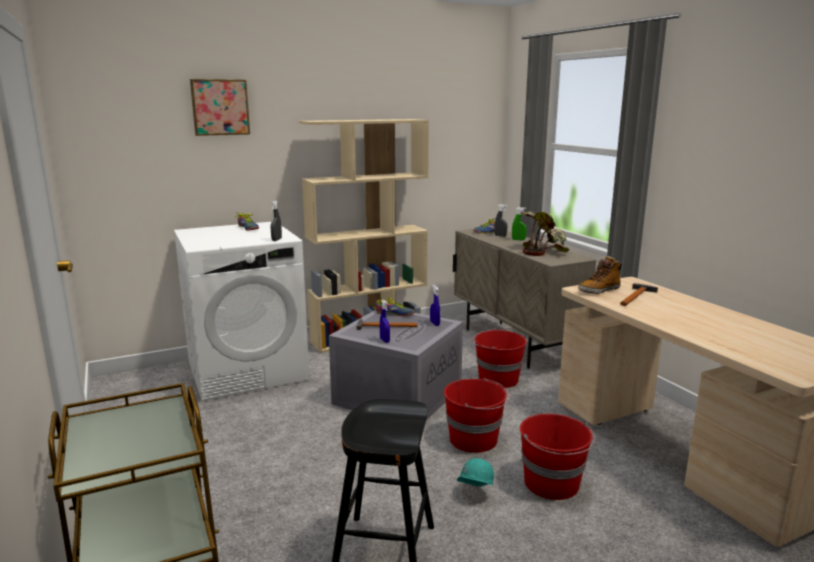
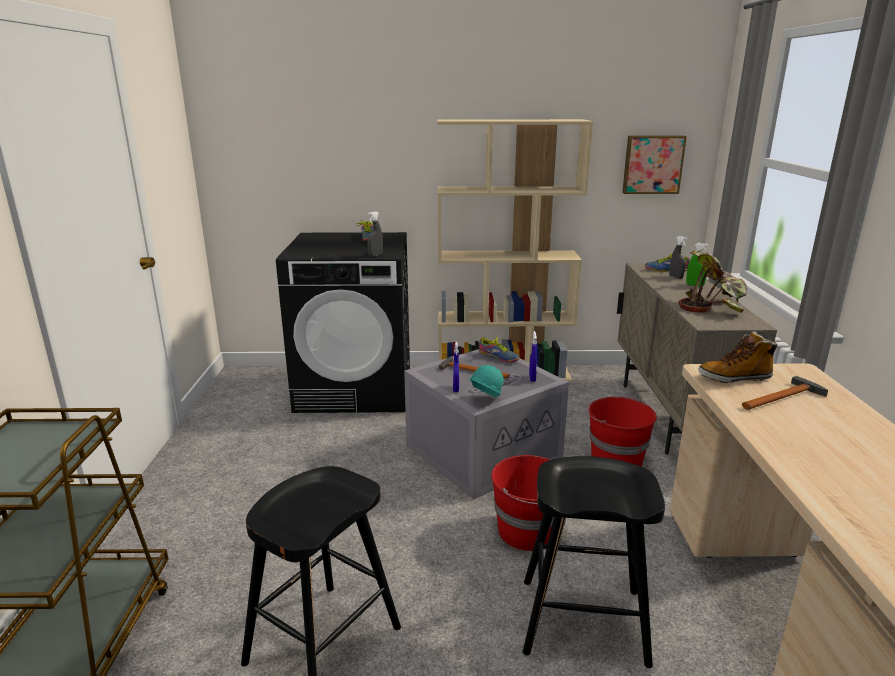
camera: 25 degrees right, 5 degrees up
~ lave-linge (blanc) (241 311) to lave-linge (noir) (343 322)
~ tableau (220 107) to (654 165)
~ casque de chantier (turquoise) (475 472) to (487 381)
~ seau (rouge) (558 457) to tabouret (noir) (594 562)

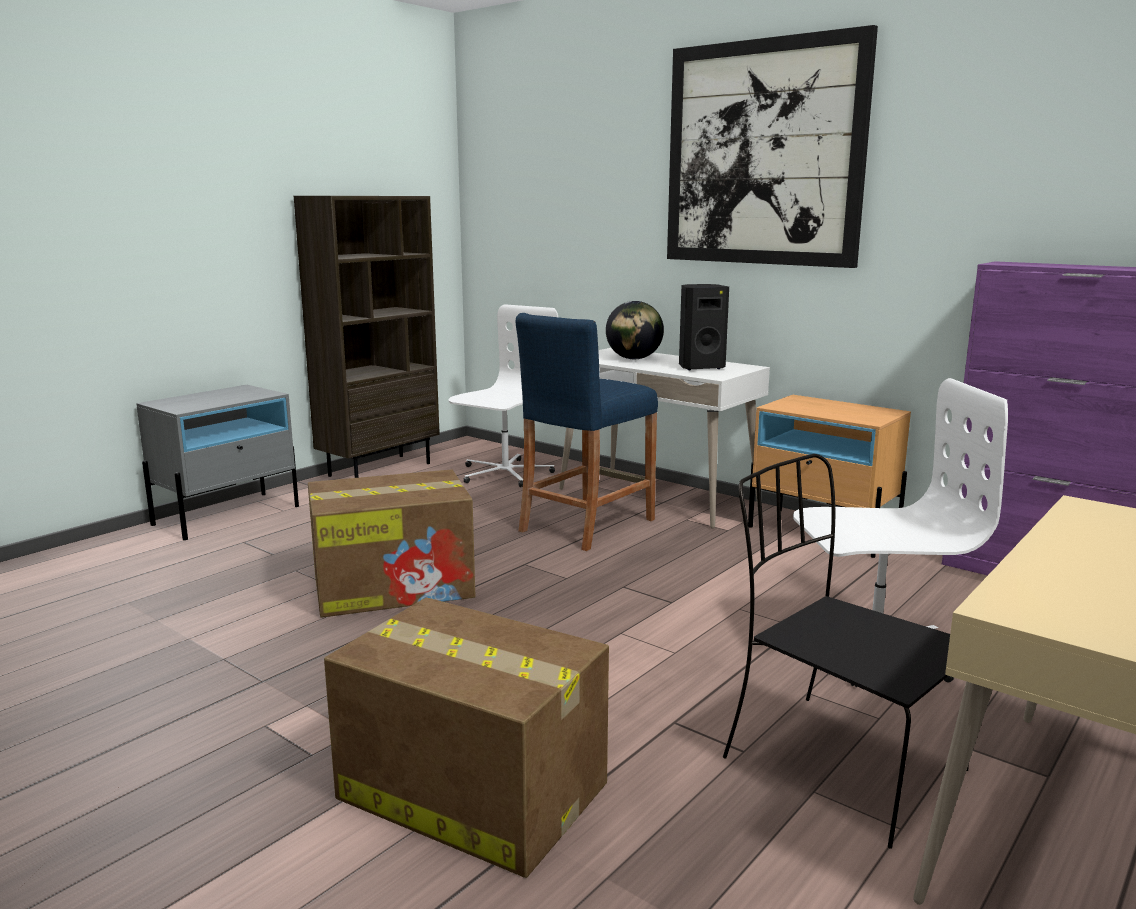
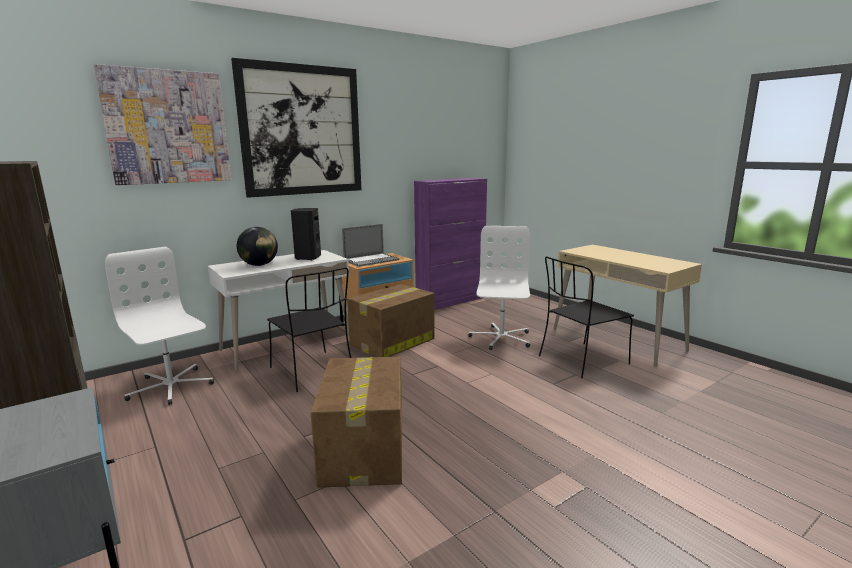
camera: 75 degrees left, 0 degrees up
~ carton (466 738) to (391 320)
~ tabouret (bleu) (587 432) to chaise (noir) (309 329)
+ tableau (162 124)
+ ordinateur portable (370 245)

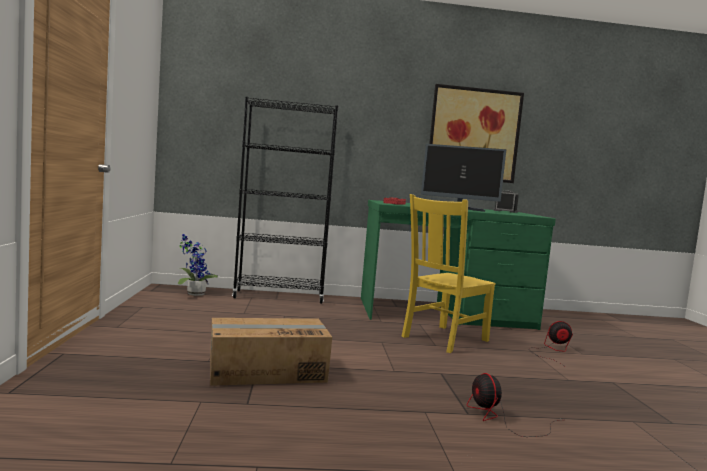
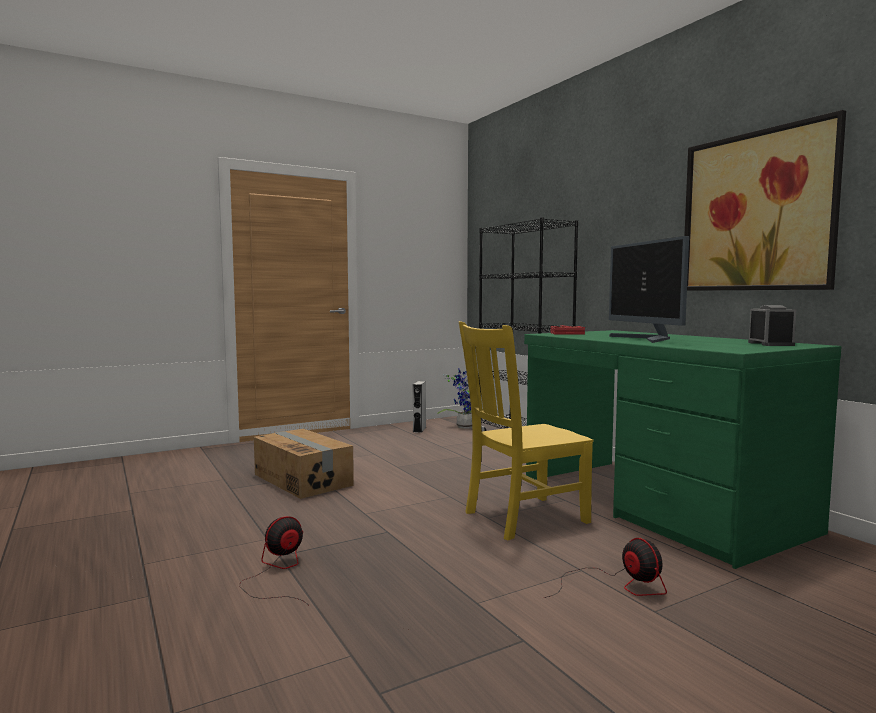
camera: 65 degrees right, 0 degrees up
~ chaise (jaune) (448 273) = (526 430) 45 degrees counterclockwise
+ enceinte (gris) (419 407)

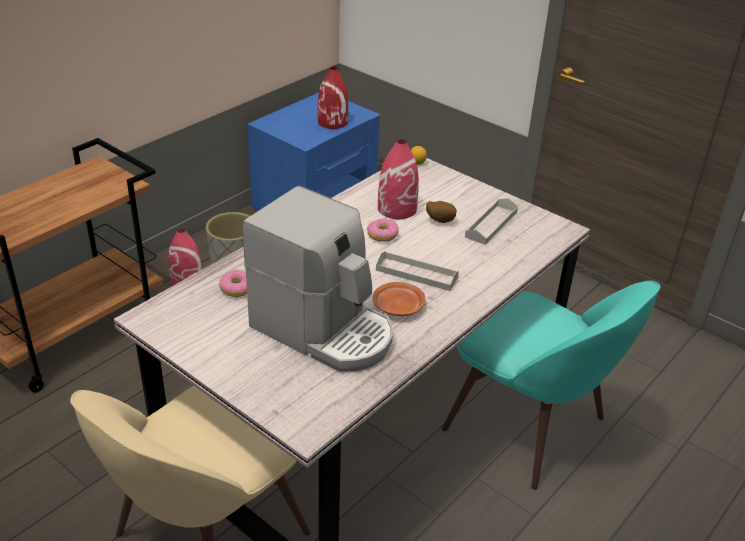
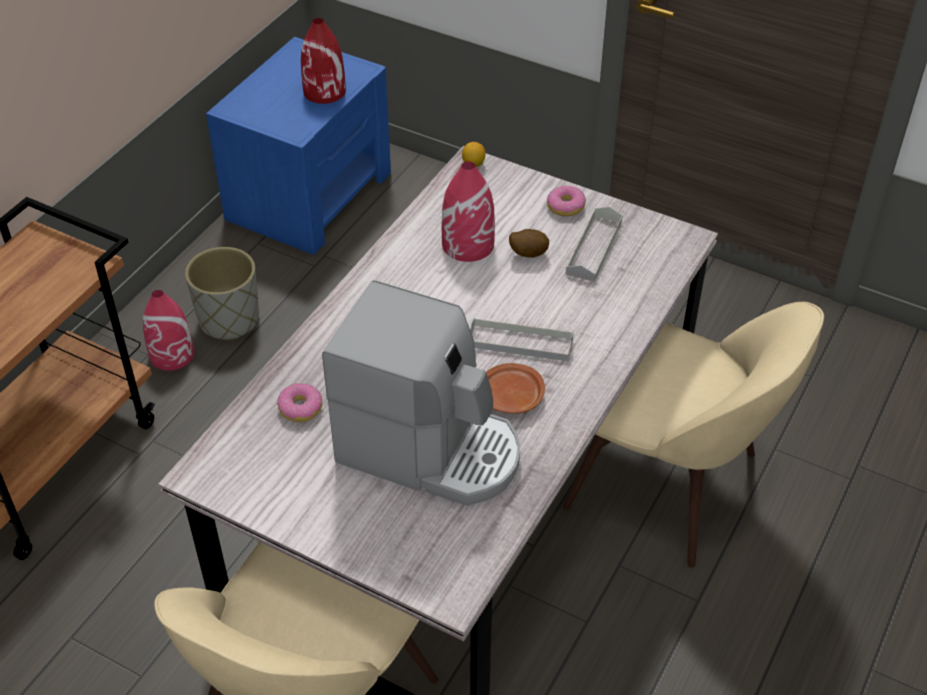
camera: 10 degrees left, 10 degrees up
~ beignet (383 230) to (566 200)
~ chaise (turquoise) (551 385) to chaise (beige) (693 434)

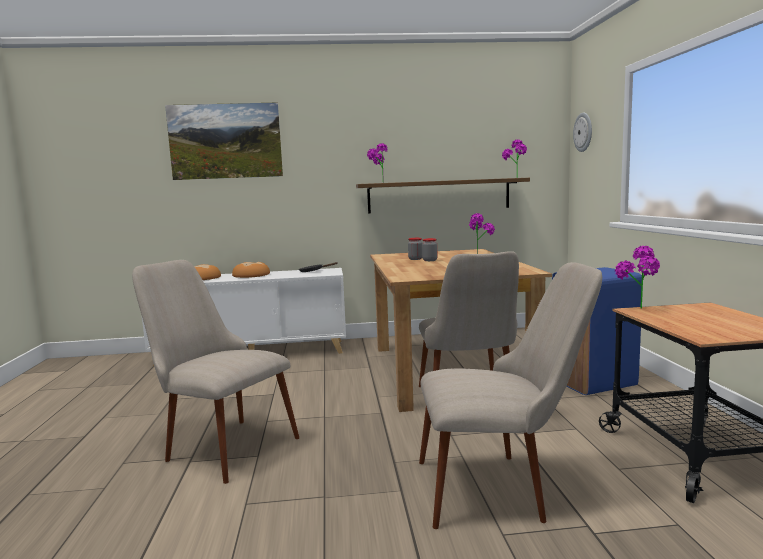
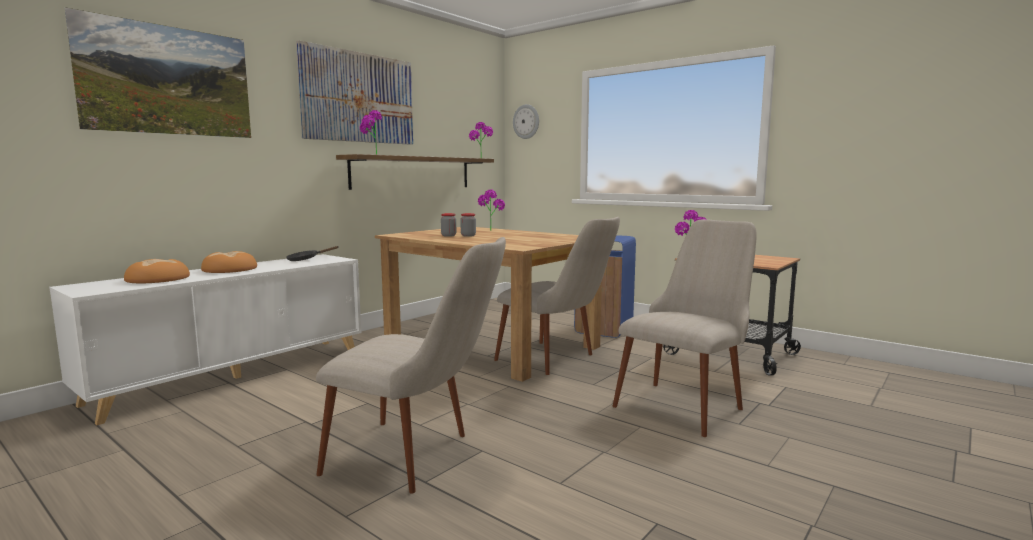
camera: 45 degrees left, 0 degrees up
~ chaise (beige) (215 372) = (411 365) 150 degrees counterclockwise
+ tableau (354 92)

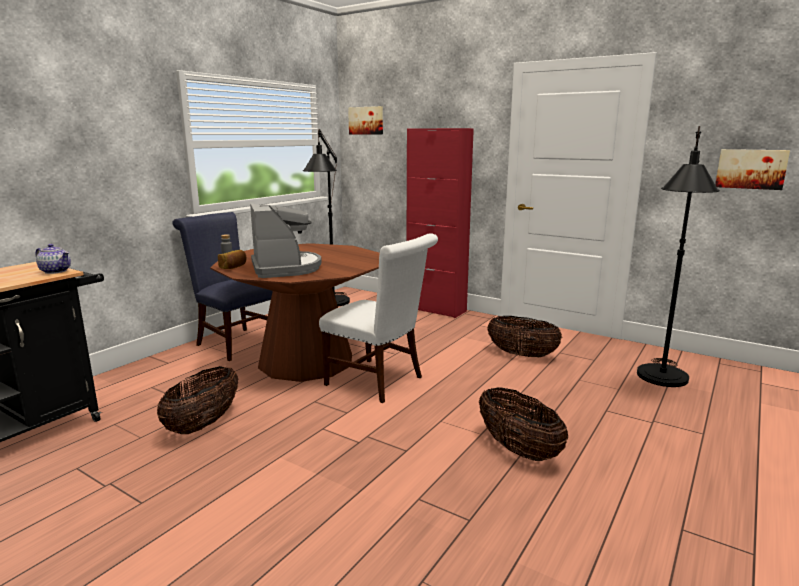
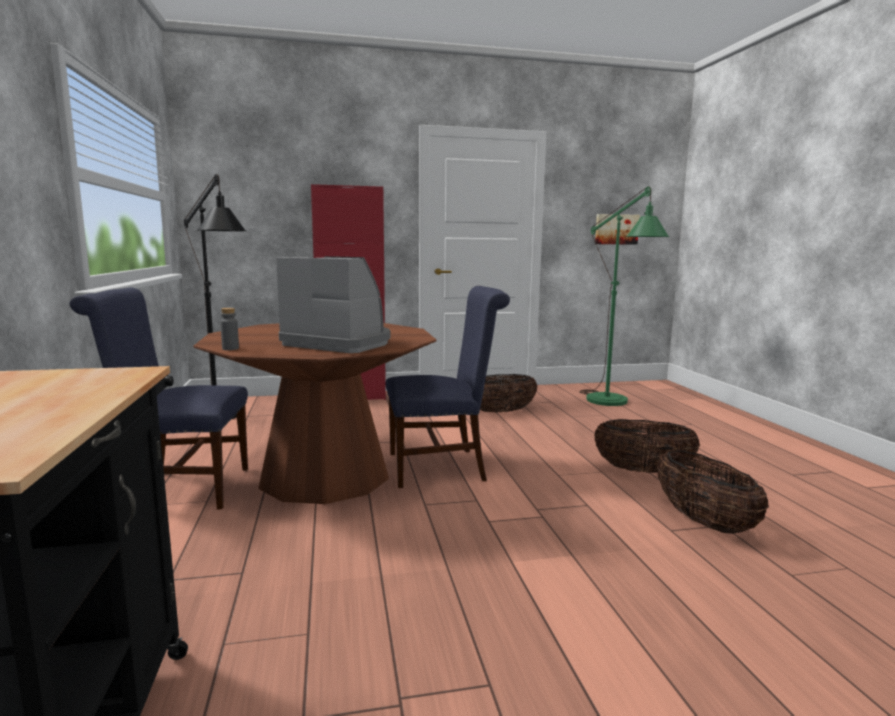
camera: 45 degrees left, 5 degrees down
- théière (53 259)
~ panier (198 400) to (712 492)
- pain (232 259)
~ chaise (blanc) (378 318) to chaise (bleu) (448 387)
- tableau (365 120)
~ lampadaire (noir) (678 256) to lampadaire (vert) (625 296)

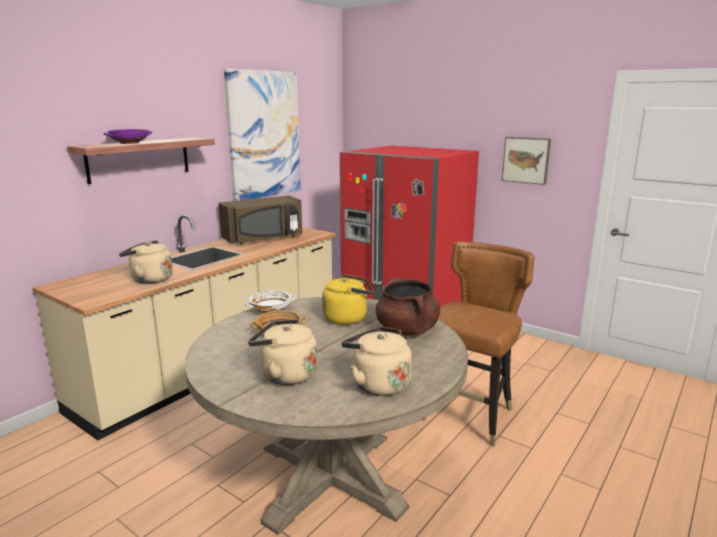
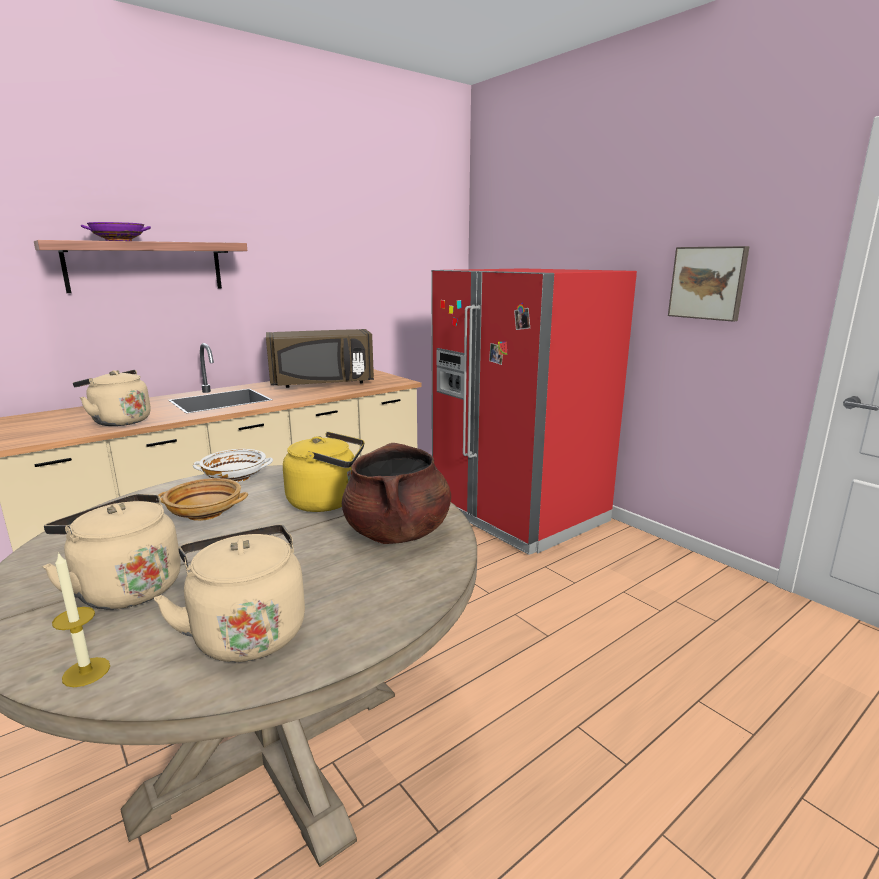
camera: 15 degrees right, 0 degrees up
- tableau (262 135)
- chaise (marron) (478 344)
+ bougie (81 619)

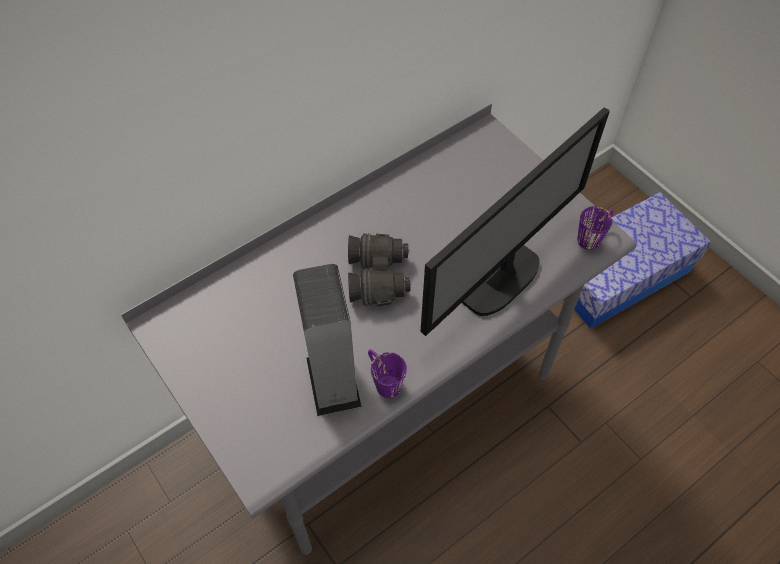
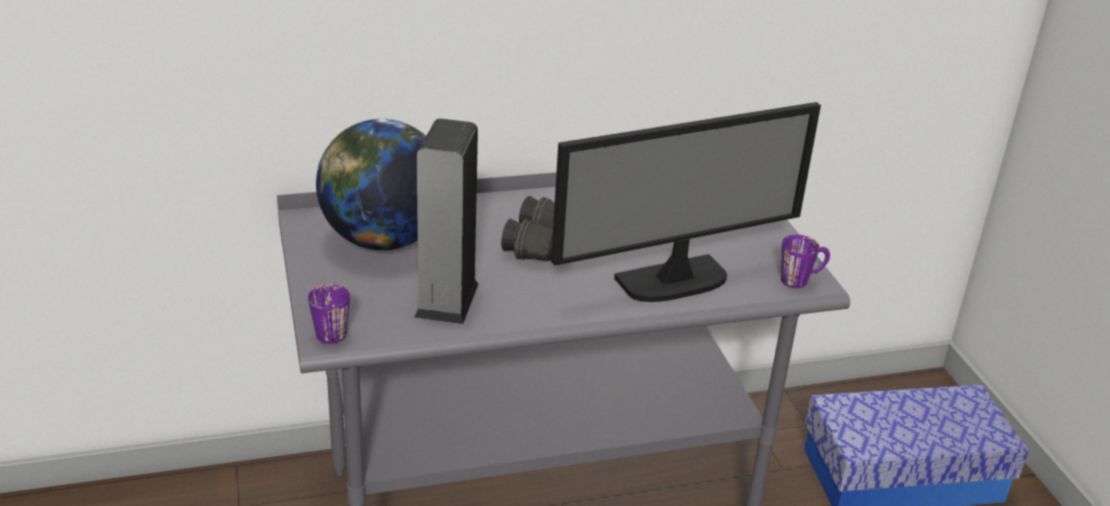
camera: 20 degrees right, 25 degrees down
~ mug (violet) (387 373) to (329 314)
+ globe (371 184)

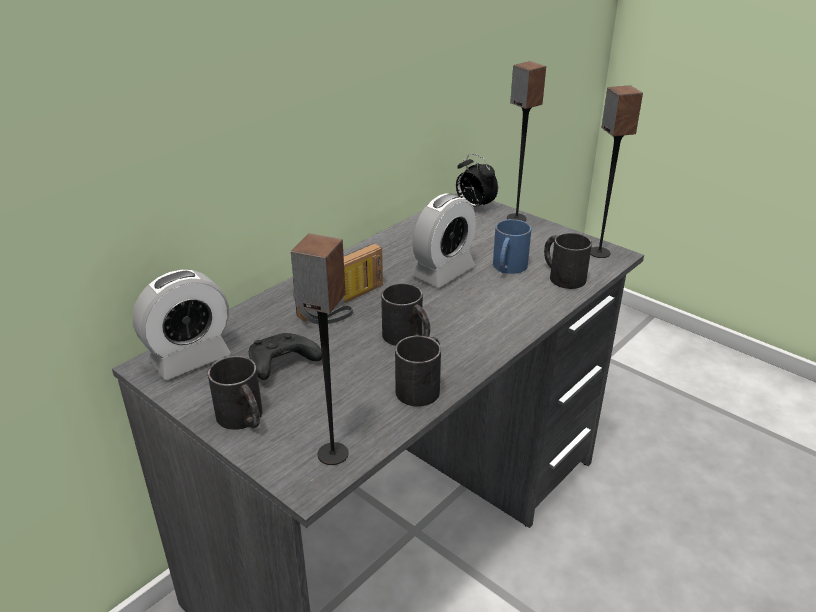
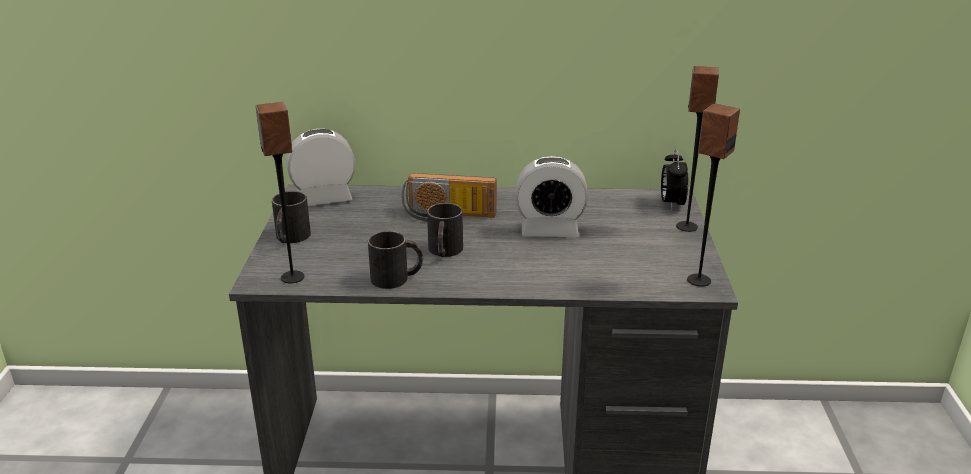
camera: 50 degrees right, 5 degrees down
~ réveil (181 325) = (320 167) 150 degrees clockwise
- manette (noir) (285 356)
- mug (bleu) (512 246)
- mug (noir) (568 261)

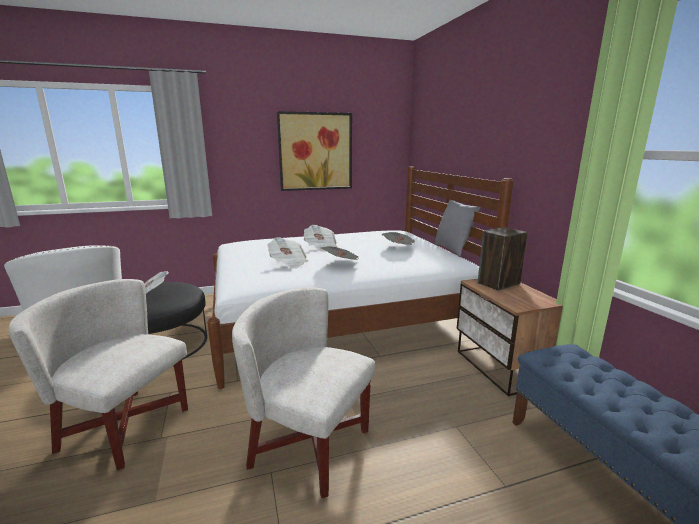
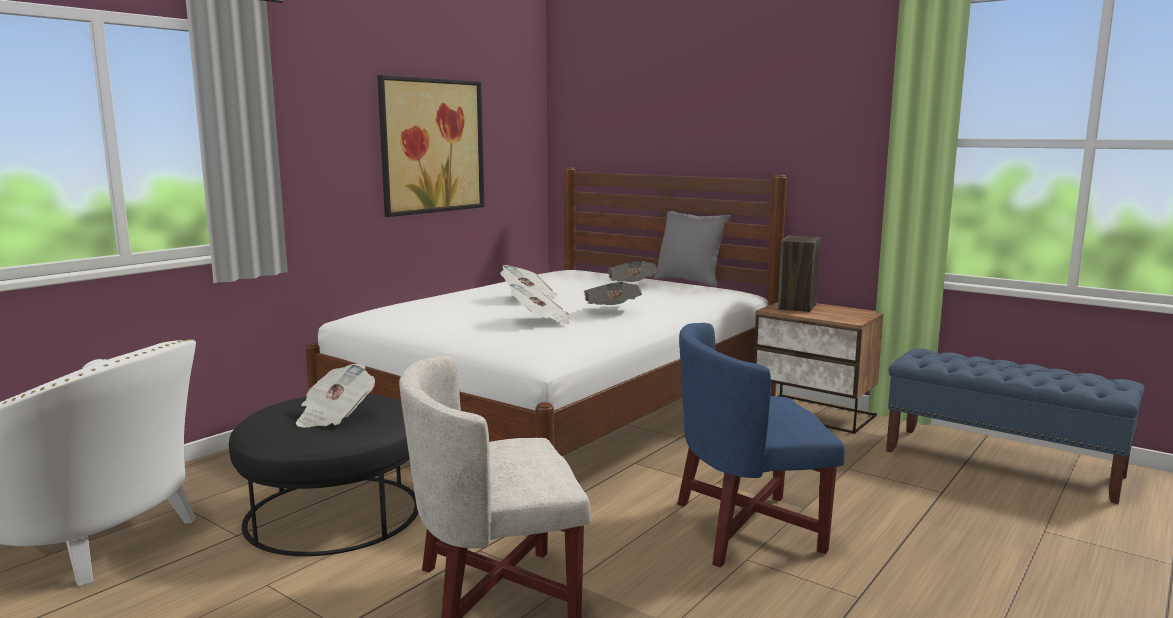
camera: 35 degrees left, 5 degrees down
~ fauteuil (blanc) (303 392) to fauteuil (bleu) (761 445)

